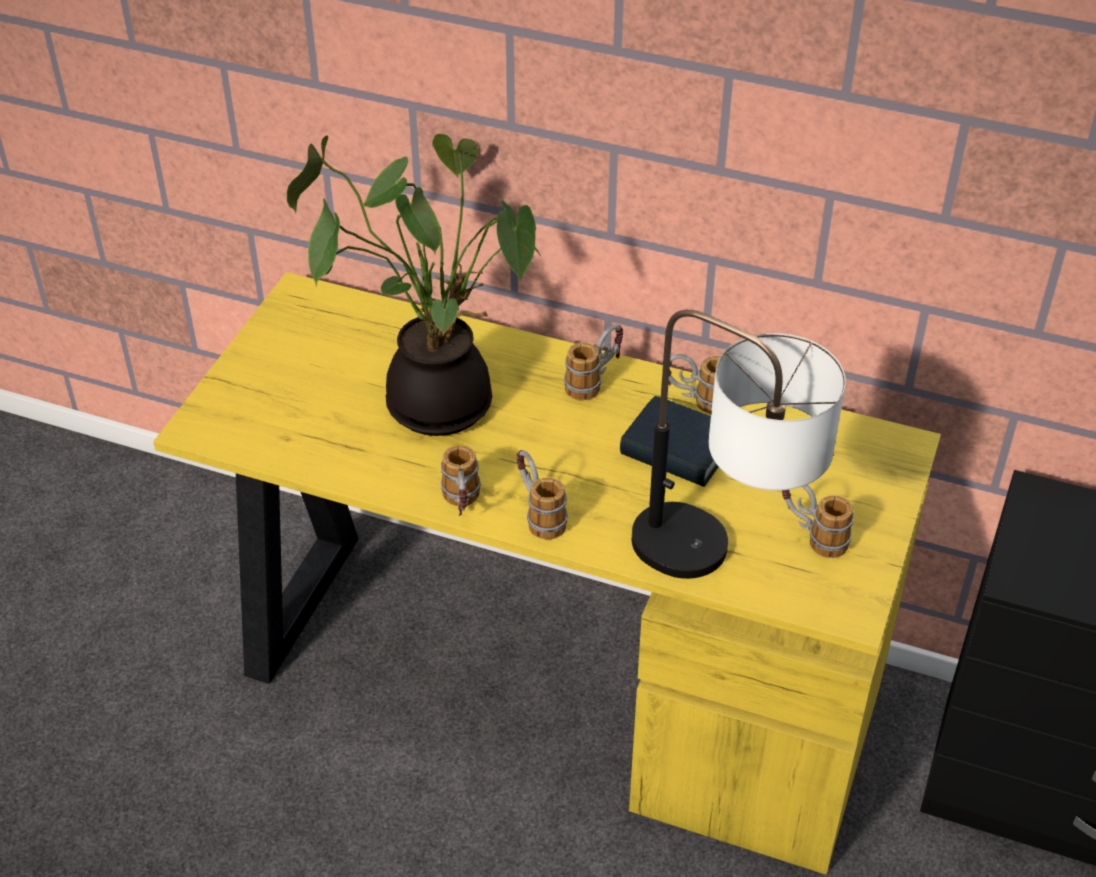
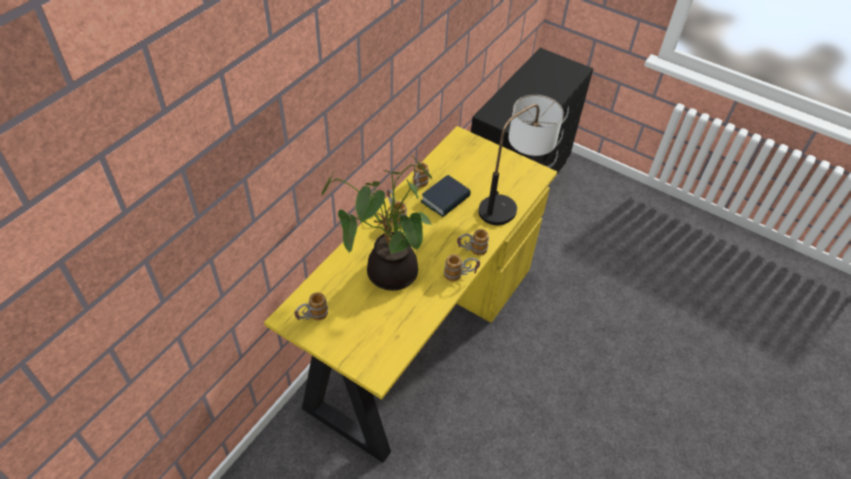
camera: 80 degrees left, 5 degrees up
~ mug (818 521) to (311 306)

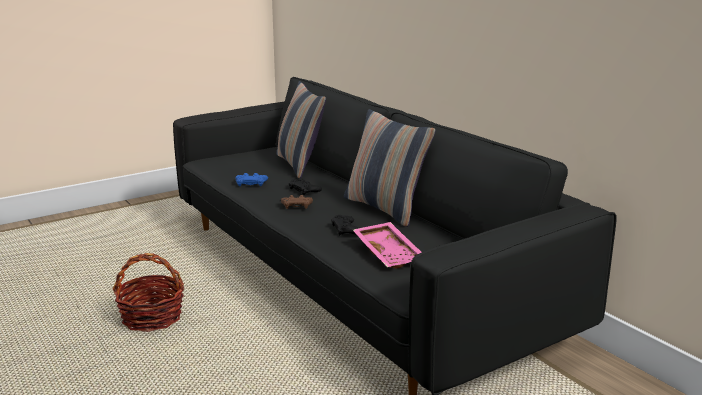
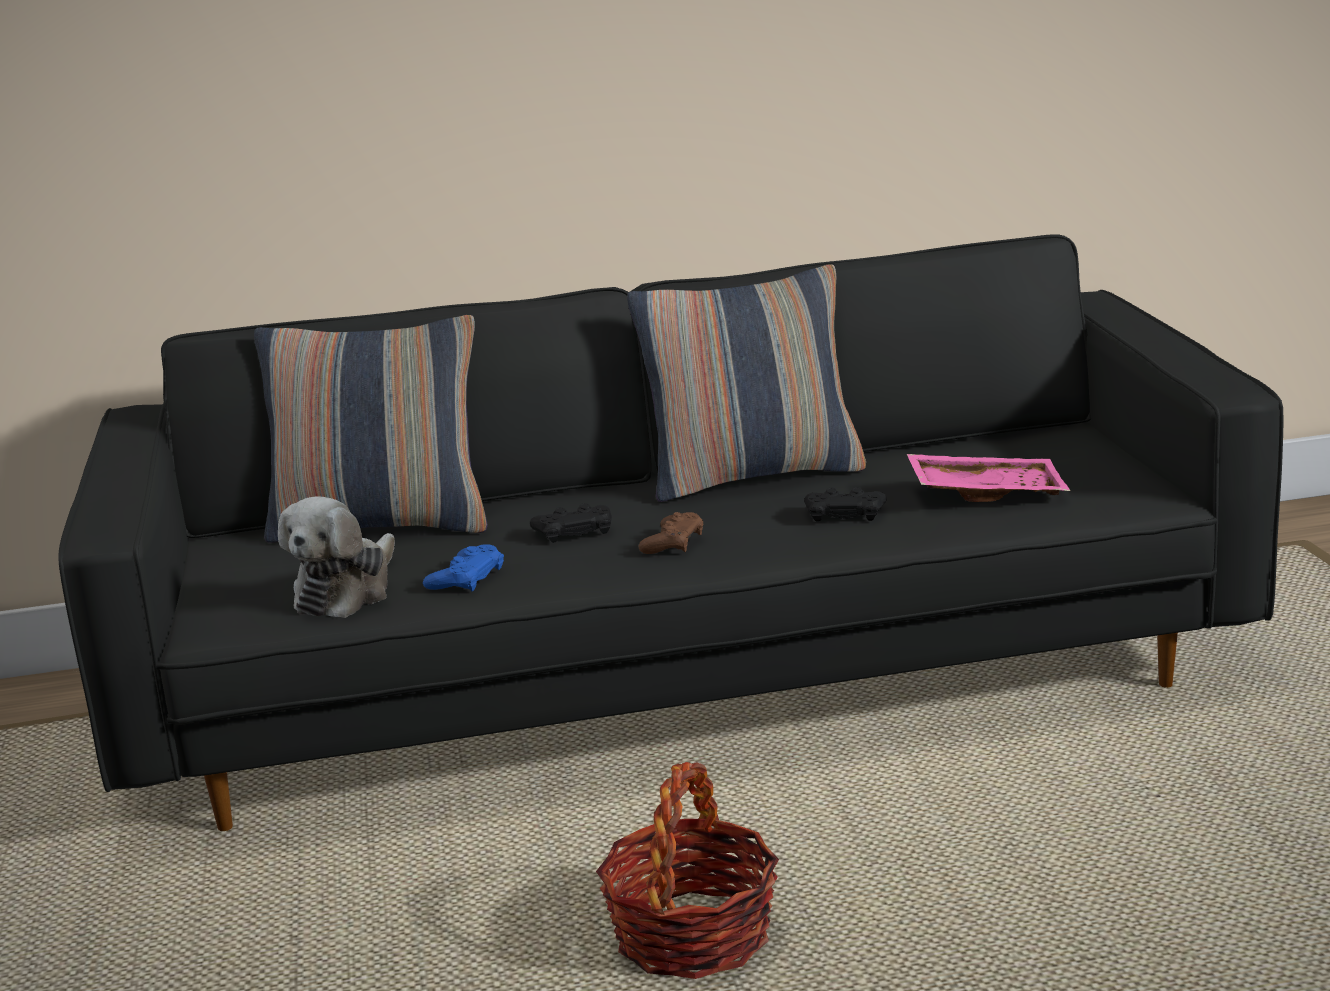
camera: 65 degrees left, 0 degrees up
+ peluche (336 557)

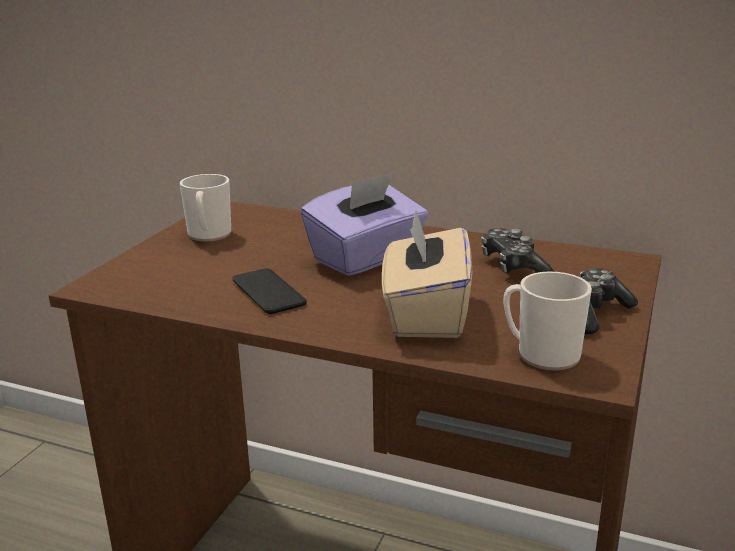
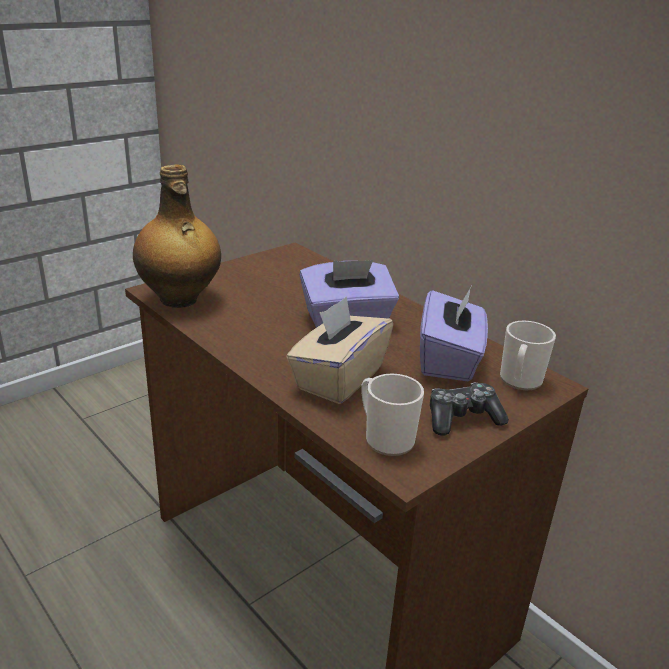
camera: 25 degrees right, 5 degrees up
~ mug (205 208) to (528 355)
- téléphone (269 291)
~ manette (517 251) to boîte à mouchoirs (violet) (454 334)
+ bouteille (177 236)

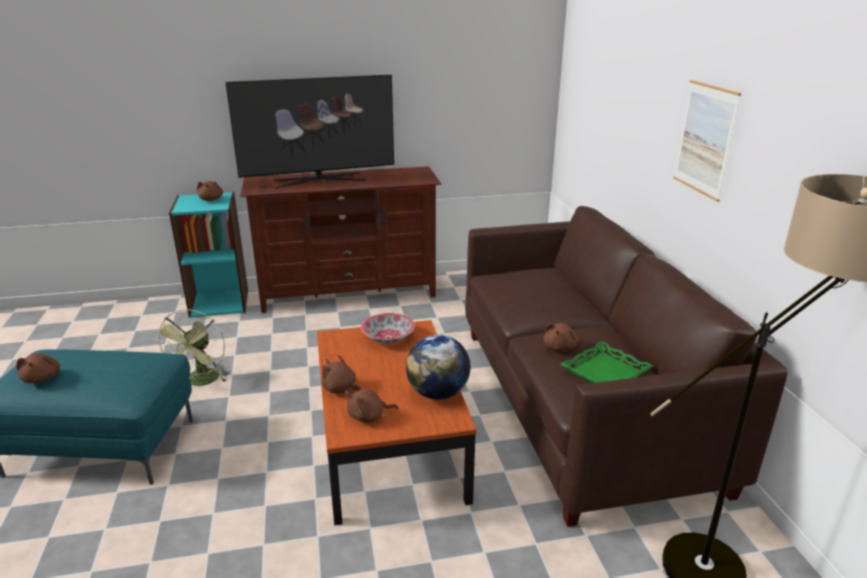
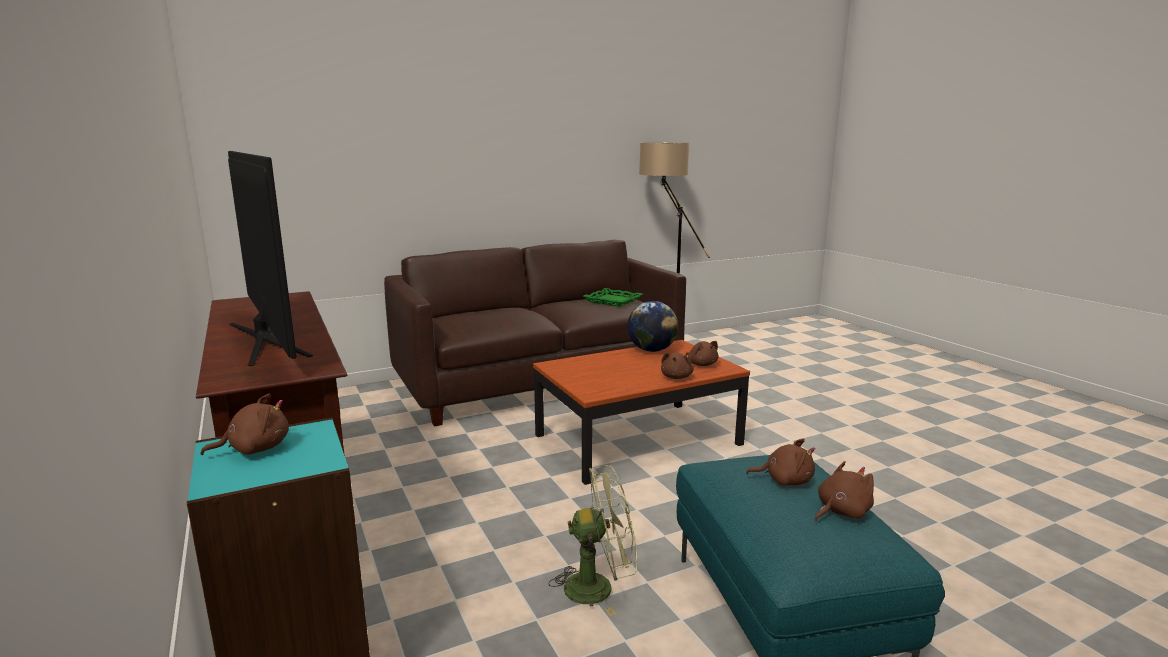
camera: 105 degrees left, 10 degrees down
- bol (388 328)
~ peluche (marron) (561 337) to (780 462)
- tableau (707 141)

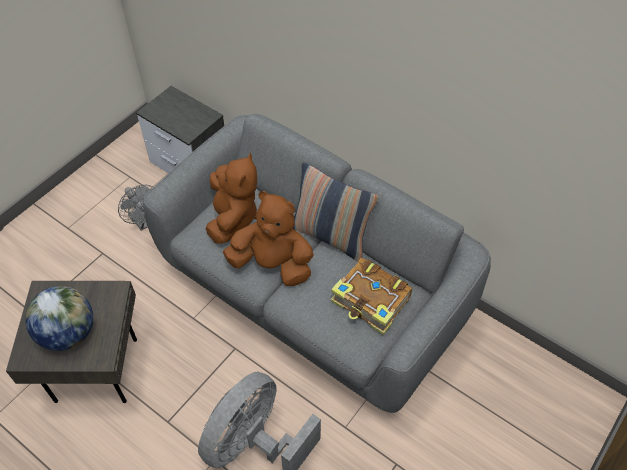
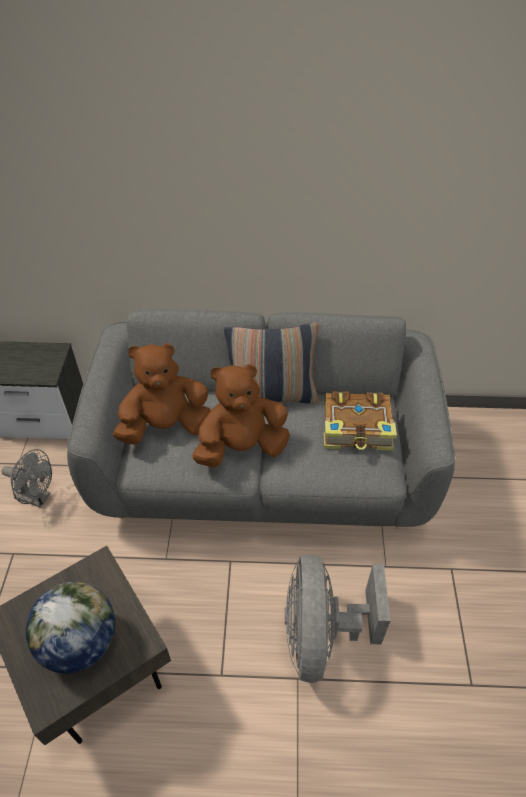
camera: 35 degrees left, 5 degrees down
~ peluche (marron) (231 198) = (162 393) 75 degrees counterclockwise

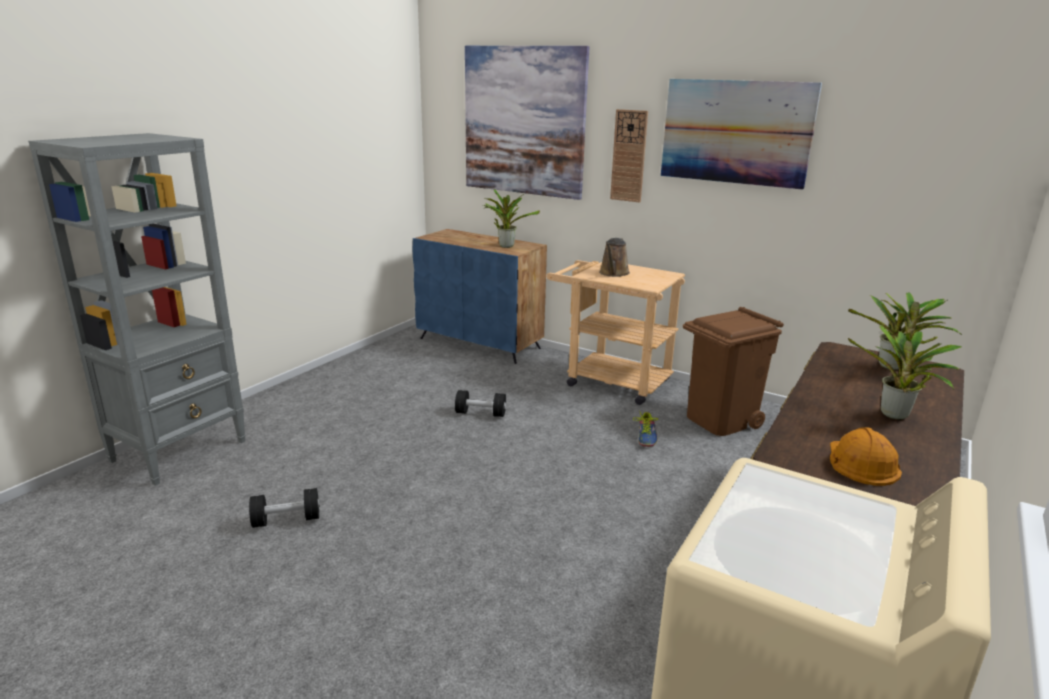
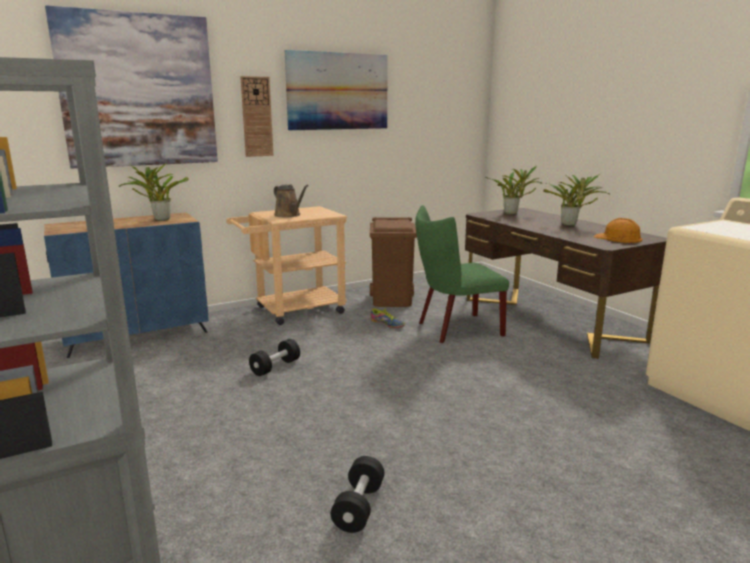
camera: 60 degrees left, 5 degrees down
+ chaise (vert) (462 274)

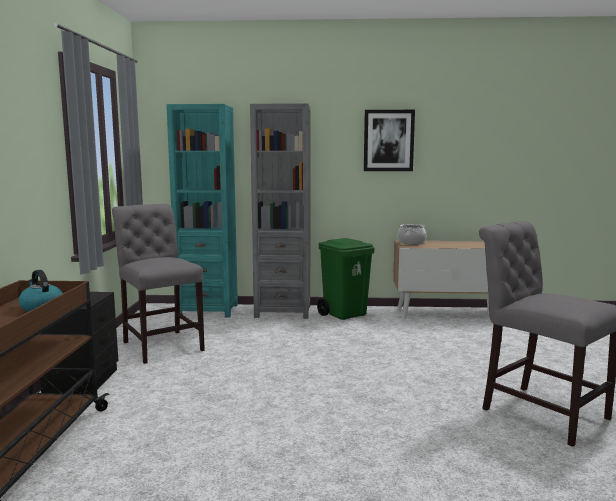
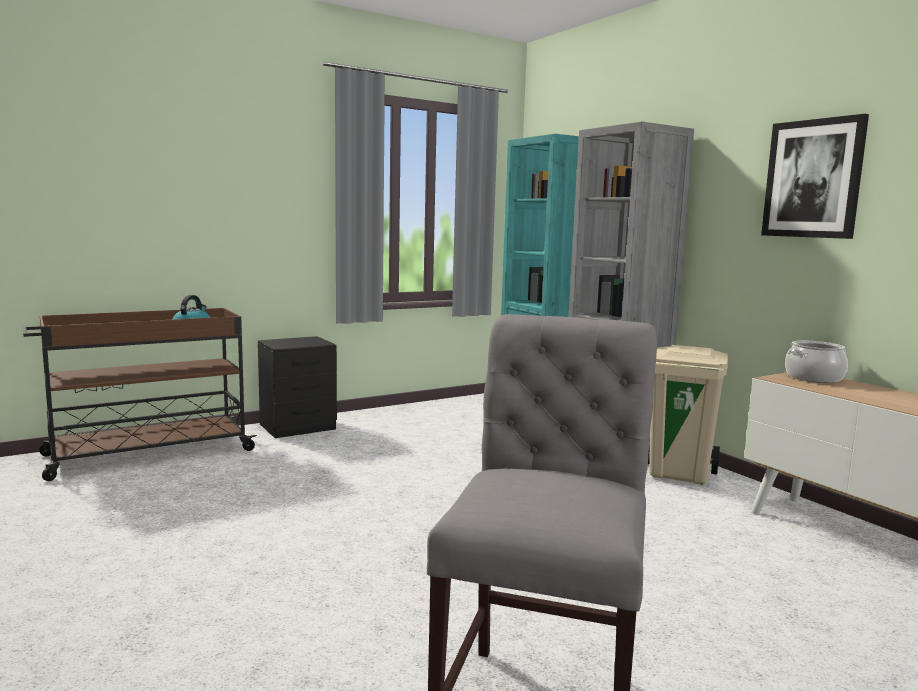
camera: 55 degrees right, 0 degrees up
- chaise (gris) (158 284)
~ poubelle (vert) (346 279) to poubelle (beige) (688 414)

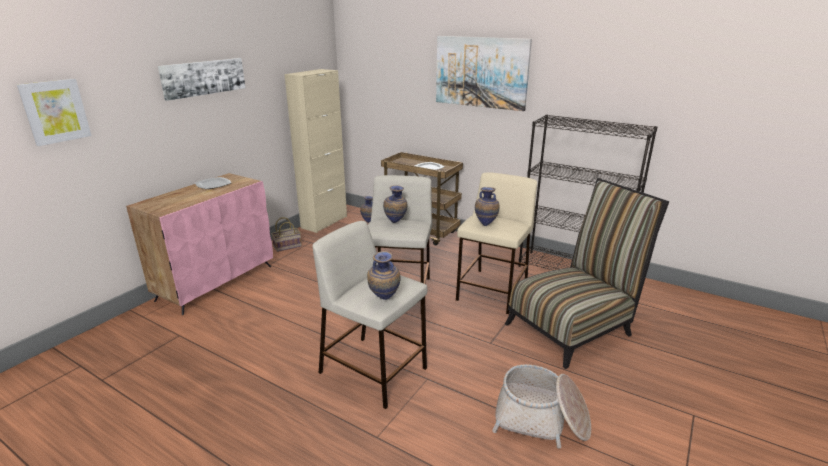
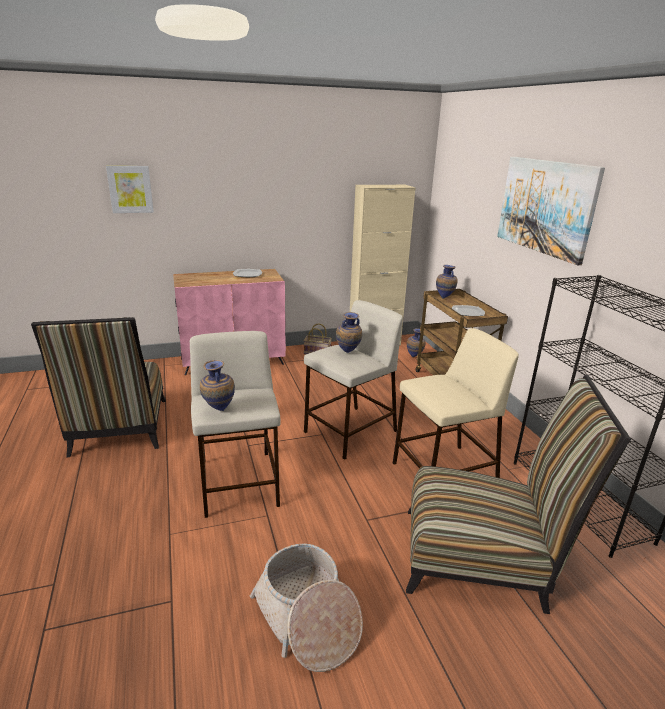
camera: 40 degrees right, 0 degrees up
- tableau (201 79)
~ vase (487 206) to (447 281)
+ chaise (98 387)

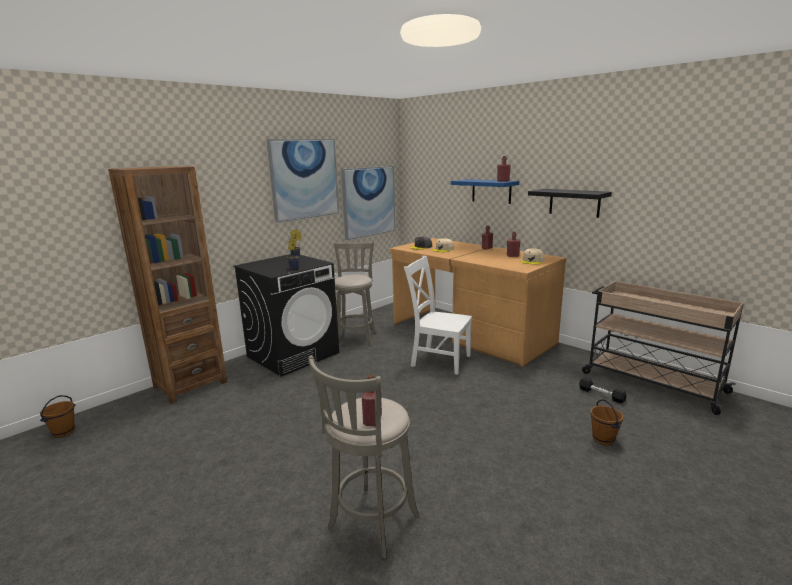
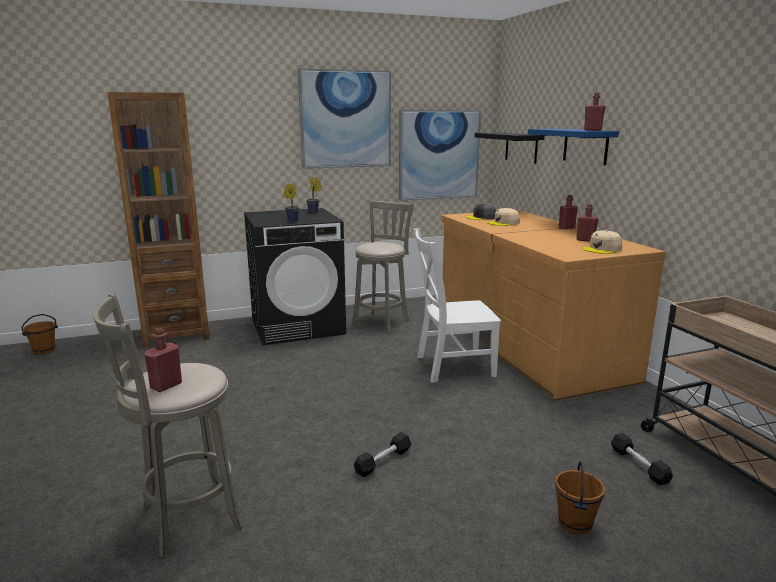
camera: 25 degrees right, 0 degrees up
~ chaise (blanc) (438 315) = (457 305) 60 degrees counterclockwise
~ étagère (noir) (570 203) to (510 148)
+ haltère (noir) (382 454)

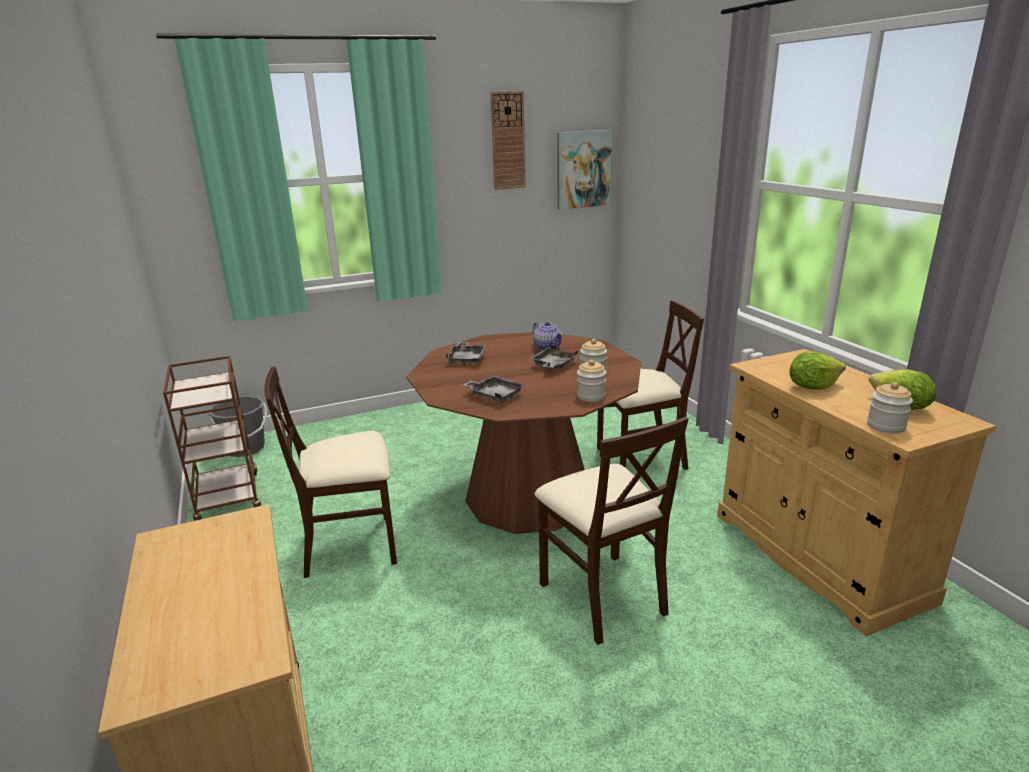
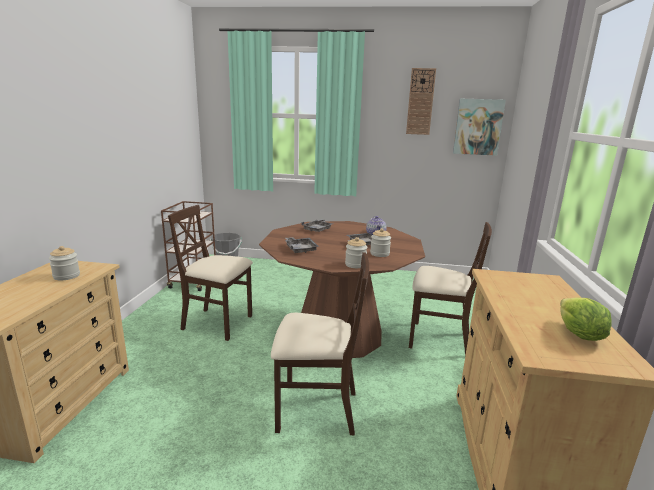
camera: 30 degrees right, 5 degrees down
~ chaise (beige) (611 531) = (320 344) 90 degrees counterclockwise
- laitue (818 370)
~ bocal (890 408) to (64 263)

